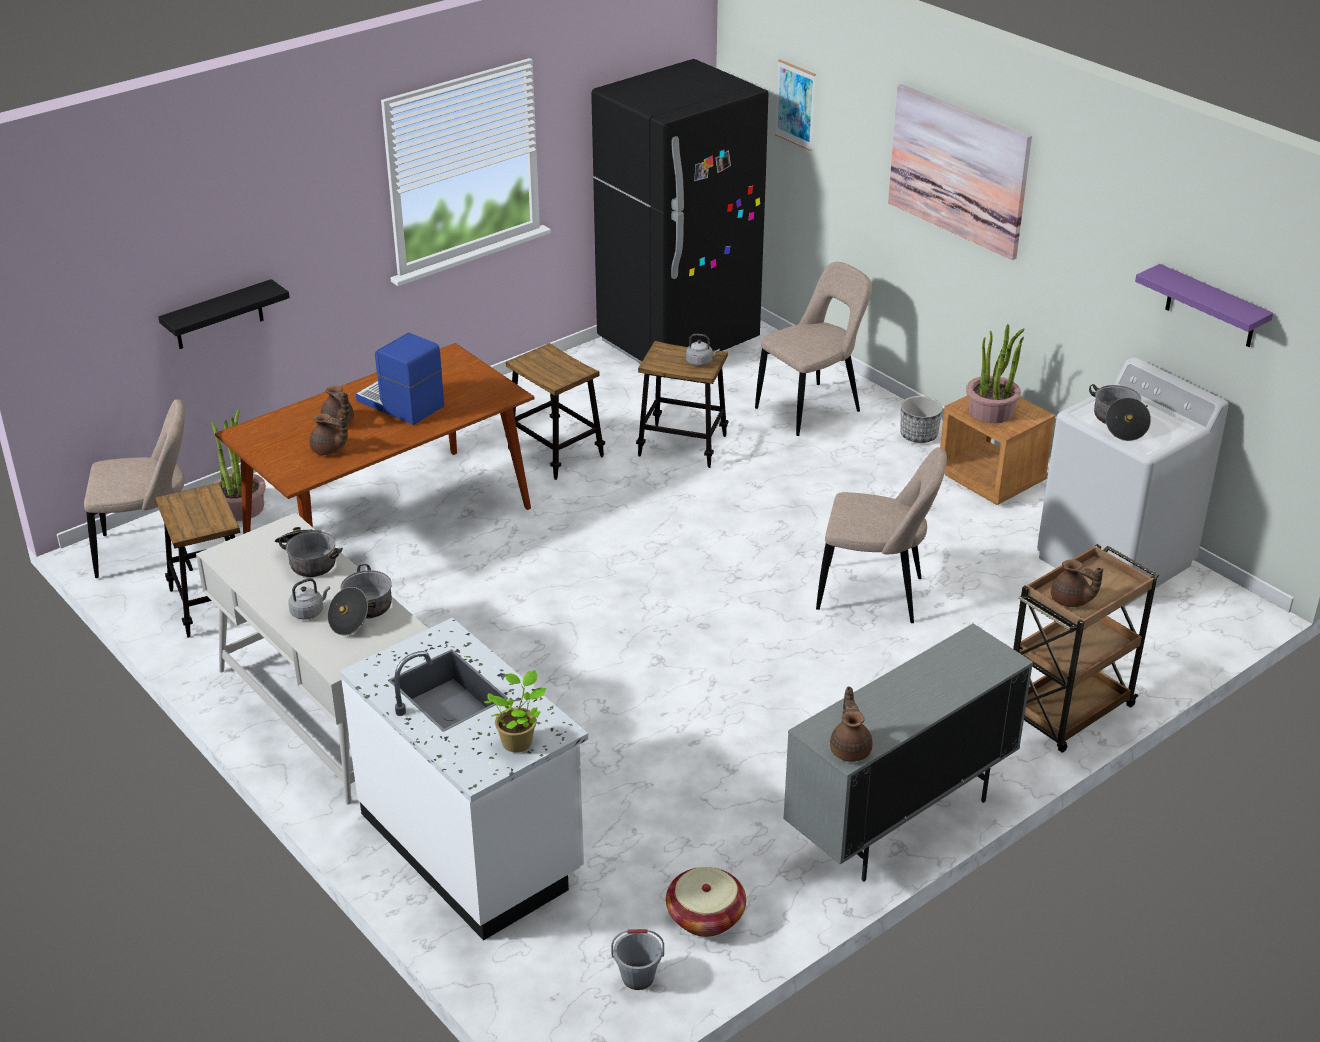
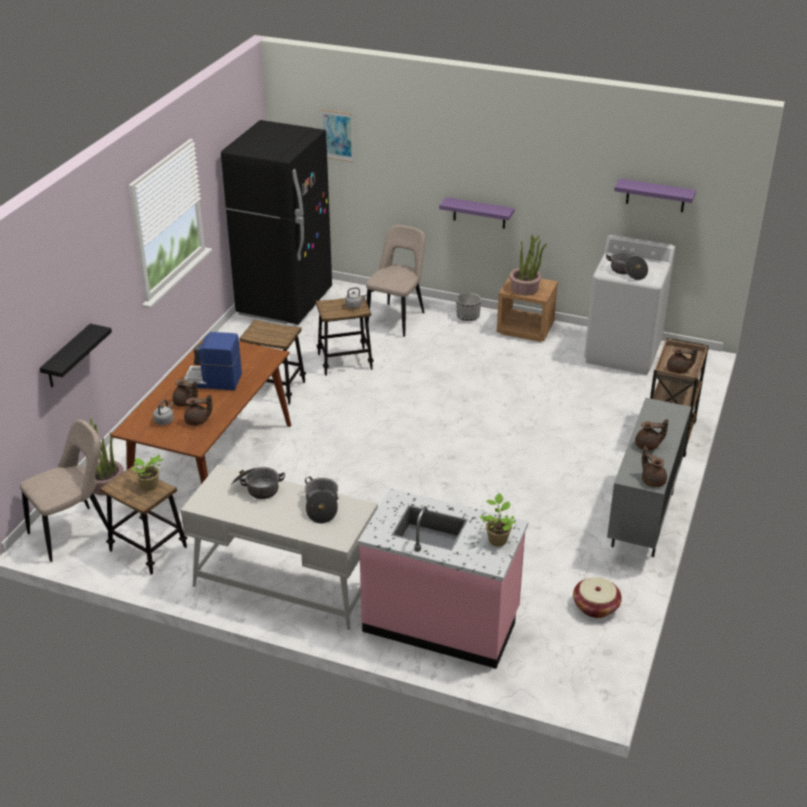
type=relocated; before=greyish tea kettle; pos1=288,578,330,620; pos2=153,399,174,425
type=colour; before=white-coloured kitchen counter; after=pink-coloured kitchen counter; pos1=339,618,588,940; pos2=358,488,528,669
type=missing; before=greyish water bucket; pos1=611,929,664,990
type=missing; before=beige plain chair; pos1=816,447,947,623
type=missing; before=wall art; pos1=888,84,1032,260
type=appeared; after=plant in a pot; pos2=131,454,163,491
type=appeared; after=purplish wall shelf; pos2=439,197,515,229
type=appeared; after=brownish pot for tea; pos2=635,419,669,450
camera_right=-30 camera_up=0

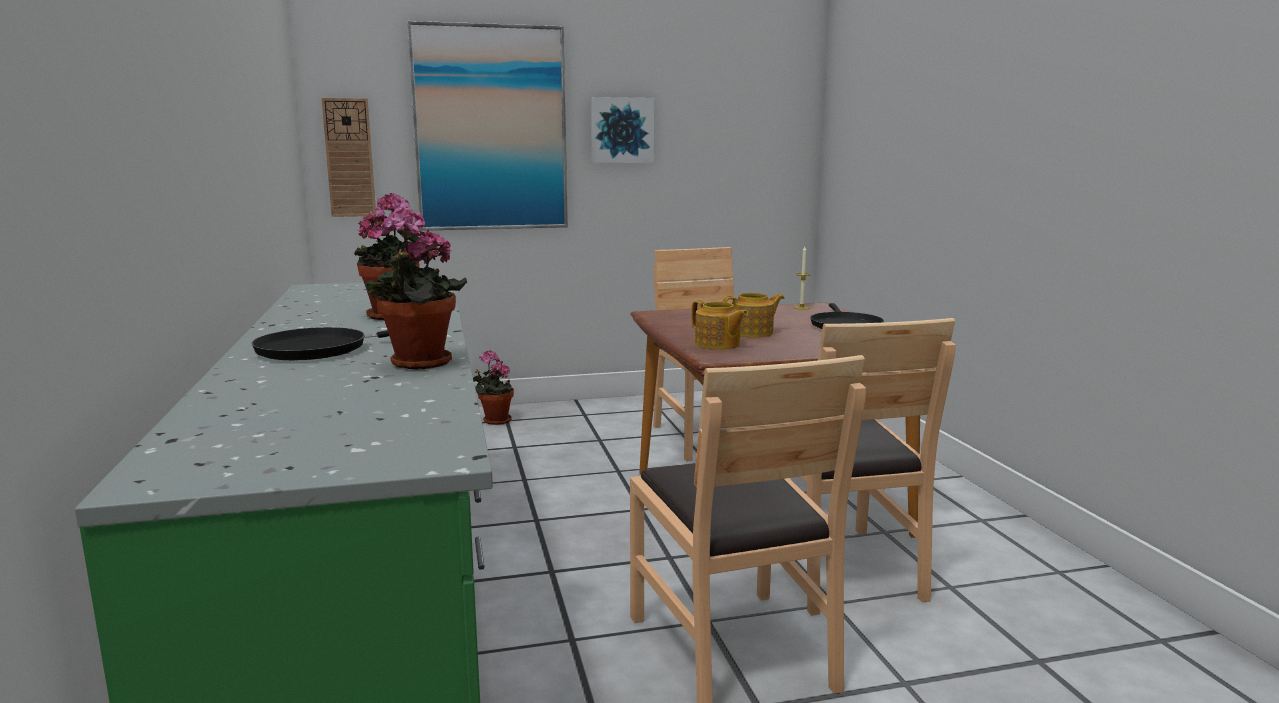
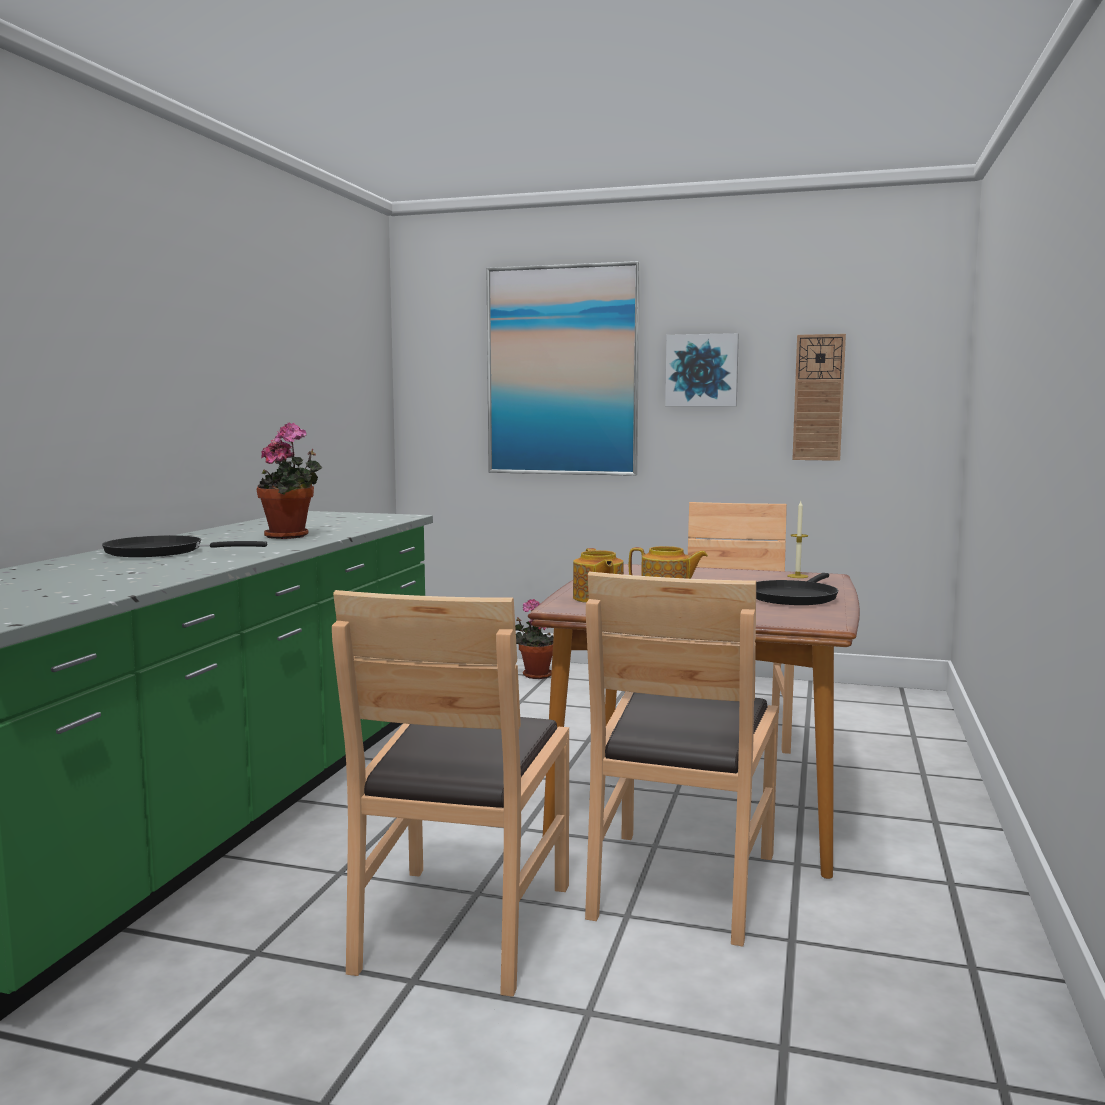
type=relocated; before=clock on the wall; pos1=321,98,376,217; pos2=792,334,846,461
type=missing; before=plant in a pot; pos1=365,207,467,370
camera_right=30 camera_up=-5

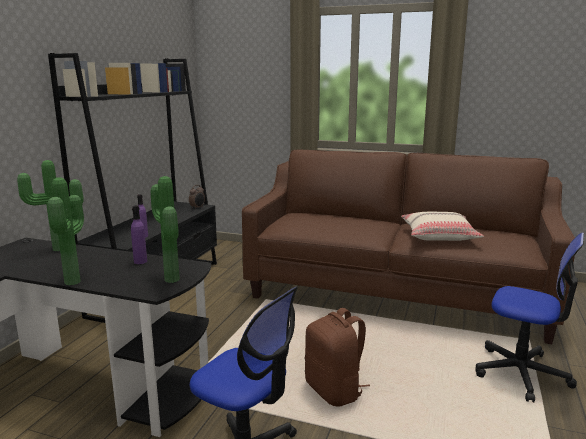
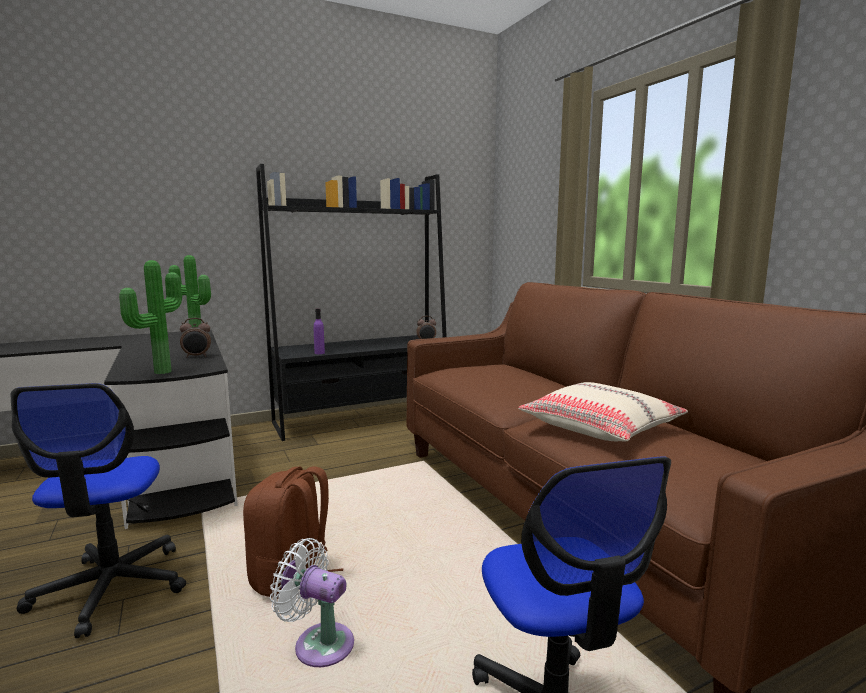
type=missing; before=plant in a pot; pos1=47,177,84,285
type=exchanged; before=purplish drink bottle; after=alarm clock; pos1=131,205,147,264; pos2=180,318,211,358
type=appeared; after=white-coloured cooling fan; pos2=270,538,354,667
camera_right=45 camera_up=-5

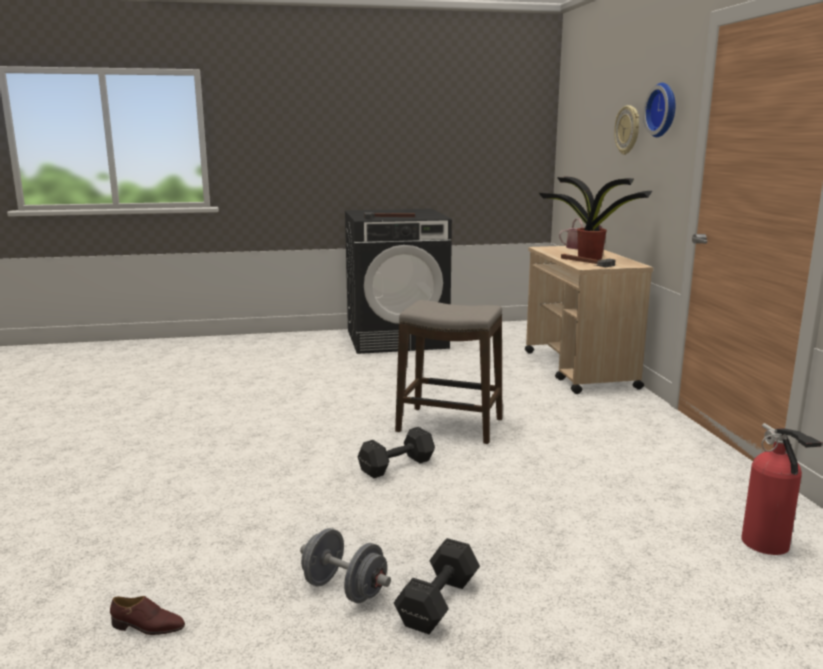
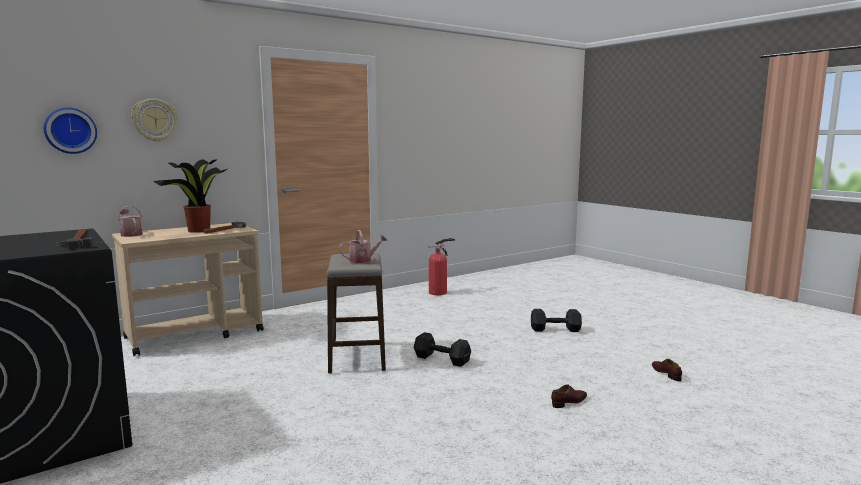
type=missing; before=greyish hand weight; pos1=300,528,391,603
type=relocated; before=clock on the wall; pos1=643,83,676,137; pos2=44,108,97,154
type=appeared; after=watering pot; pos2=339,230,388,263
type=appeared; after=brownish shoe; pos2=551,384,587,408
camera_right=-115 camera_up=-5

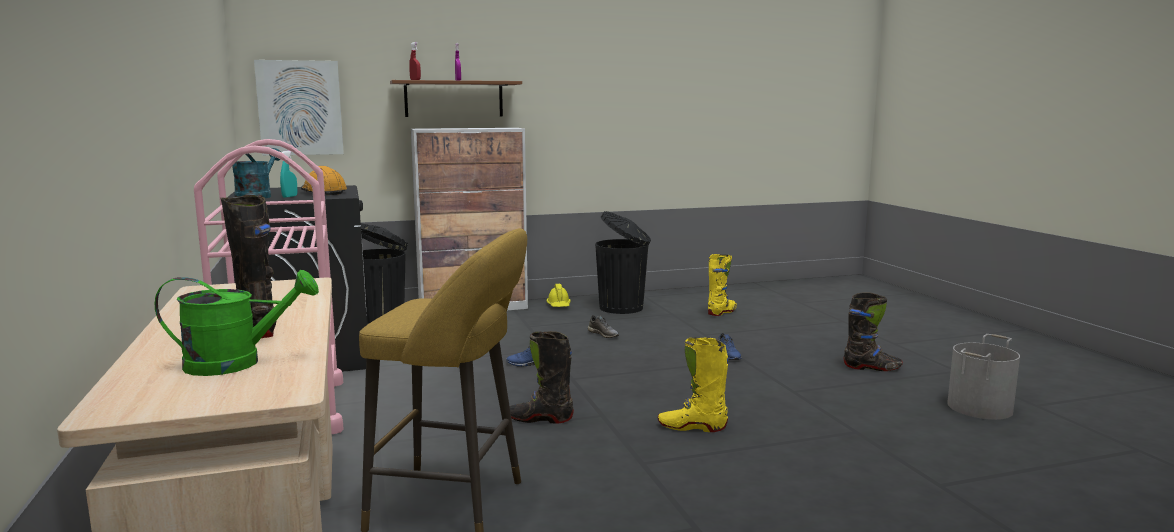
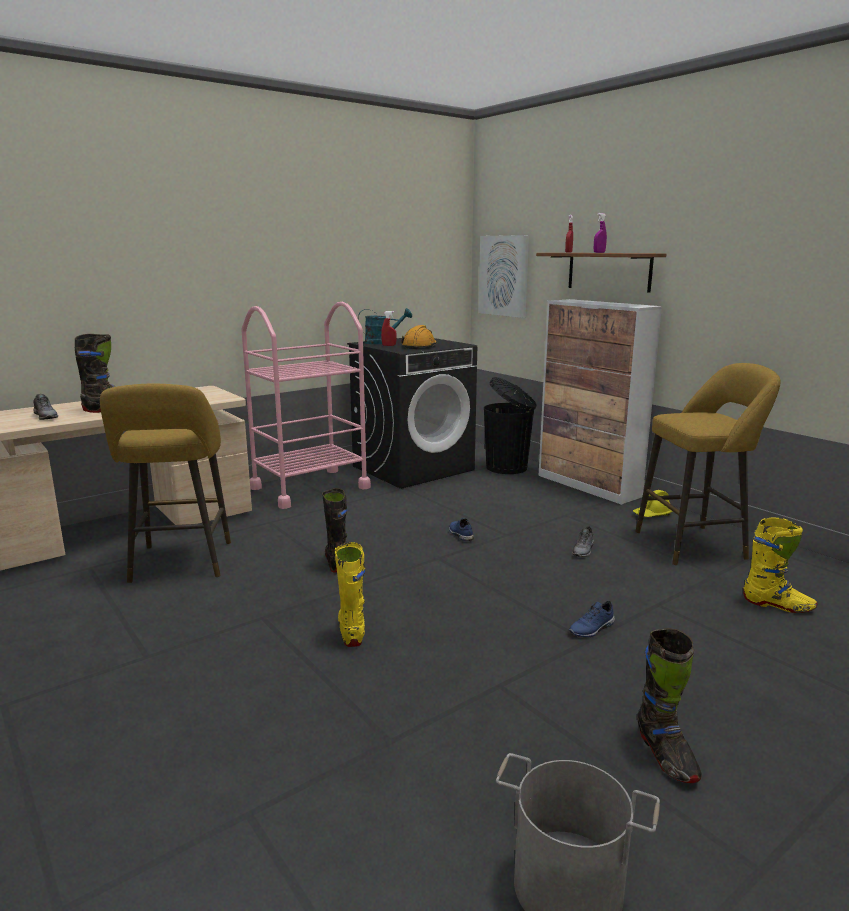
type=exchanged; before=greenish watering pot; after=greyish shoe; pos1=155,270,319,376; pos2=33,394,58,420
type=colour; before=blue-green sprayer; after=red sprayer; pos1=280,150,297,198; pos2=381,311,397,346
type=exchanged; before=blackish waste bin; after=yellowish sitting stool; pos1=595,211,651,314; pos2=635,363,781,565
camera_right=70 camera_up=5

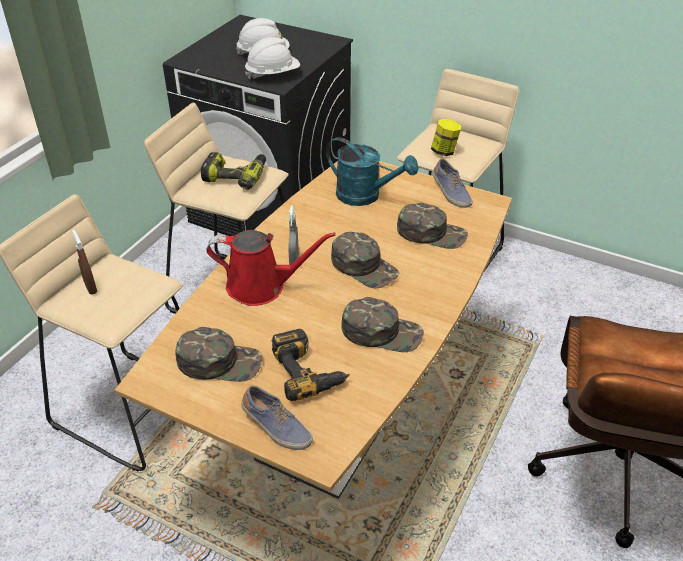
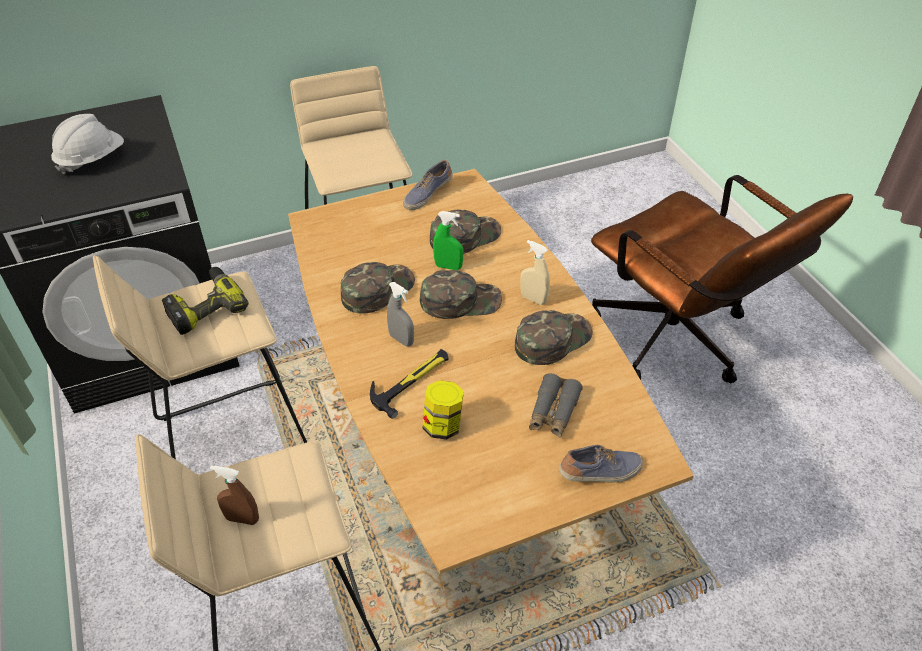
type=relocated; before=greenish cap; pos1=176,327,263,382; pos2=341,262,415,313
type=exchanged; before=red watering pot; after=hand hammer; pos1=206,230,336,306; pos2=370,349,448,419
type=missing; before=white-coloured hard hat; pos1=245,37,300,80
type=exchanged; before=electric drill; after=greyish pair of binoculars; pos1=271,329,350,401; pos2=529,373,583,438
type=missing; before=blue-green watering pot; pos1=326,137,418,206
type=relocated; before=preserve jar; pos1=431,119,461,156; pos2=422,380,464,440
type=spun; before=shoe; pos1=433,158,473,208; pos2=403,160,453,210; turn=120
type=appeared; after=greenish sprayer; pos2=433,211,464,270
type=appeared; after=beige sprayer; pos2=520,240,550,305
camera_right=-50 camera_up=5

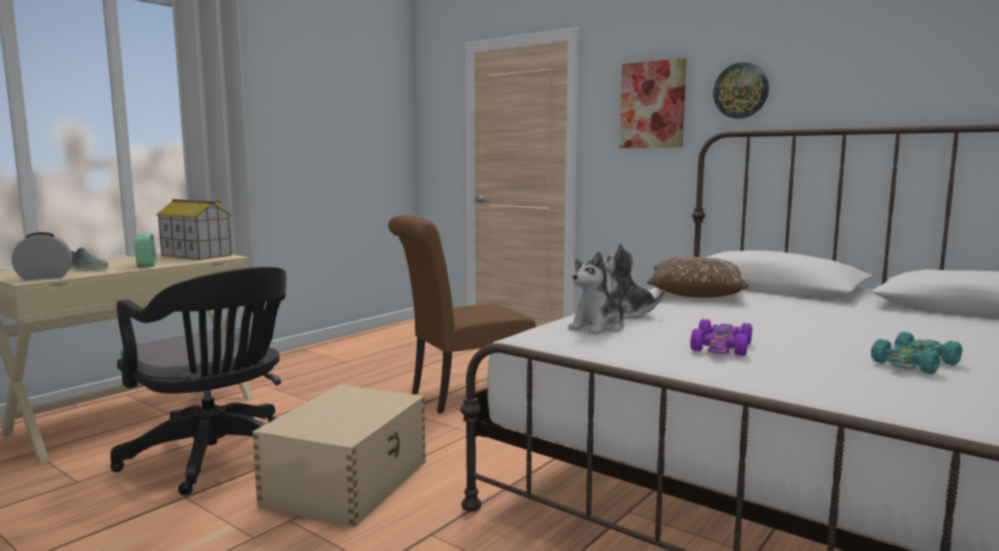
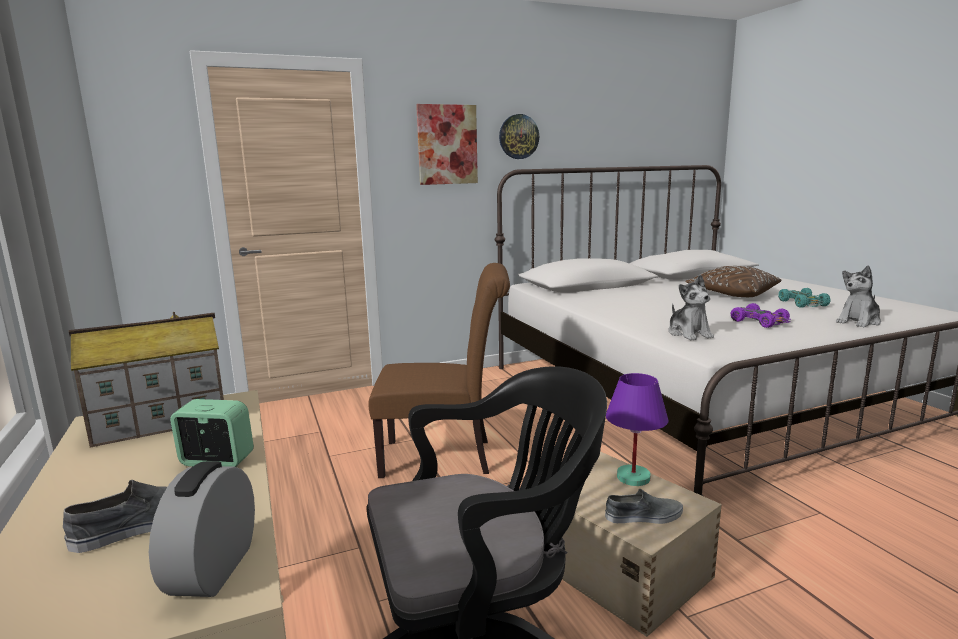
type=spun; before=brownish plain chair; pos1=388,215,536,414; pos2=369,263,510,478; turn=-90
type=relocated; before=soft toy; pos1=603,243,665,319; pos2=836,265,881,328
type=relocated; before=brownish pillow; pos1=647,257,749,298; pos2=685,266,781,297
type=appeared; after=greyish shoe; pos2=605,489,683,524
type=appeared; after=purplish lamp for a table; pos2=606,373,669,486
camera_right=-60 camera_up=5

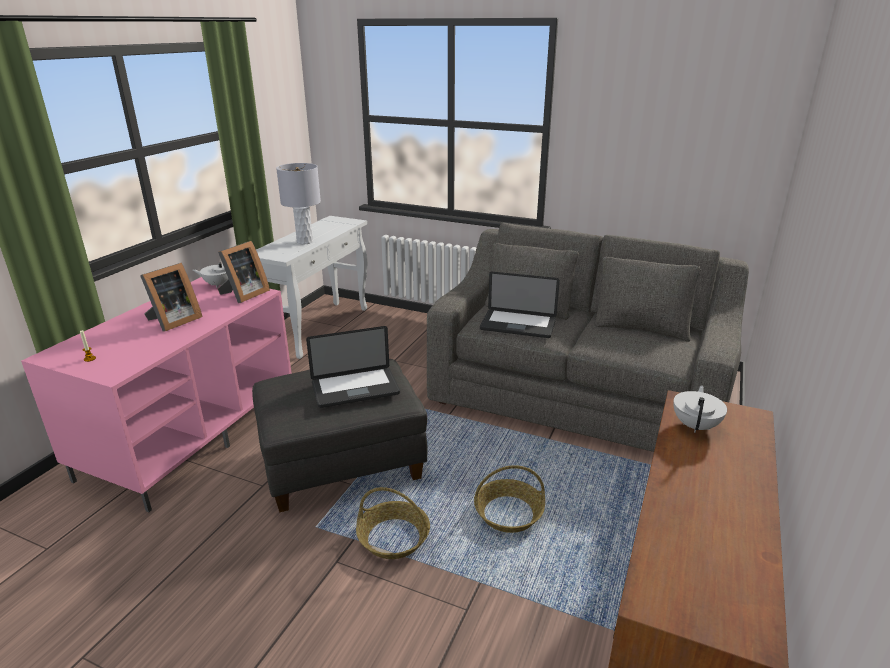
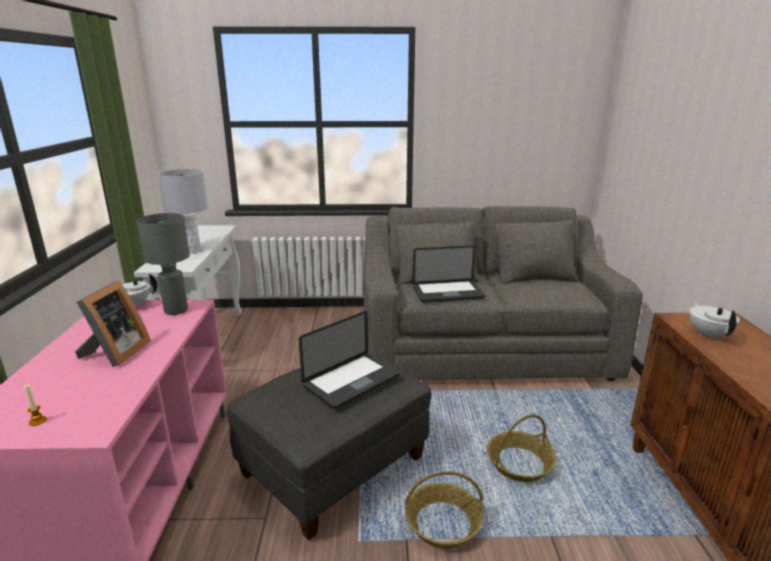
type=exchanged; before=standing frame; after=greyish lamp for a table; pos1=217,241,270,303; pos2=137,213,190,315
camera_right=-25 camera_up=-5

